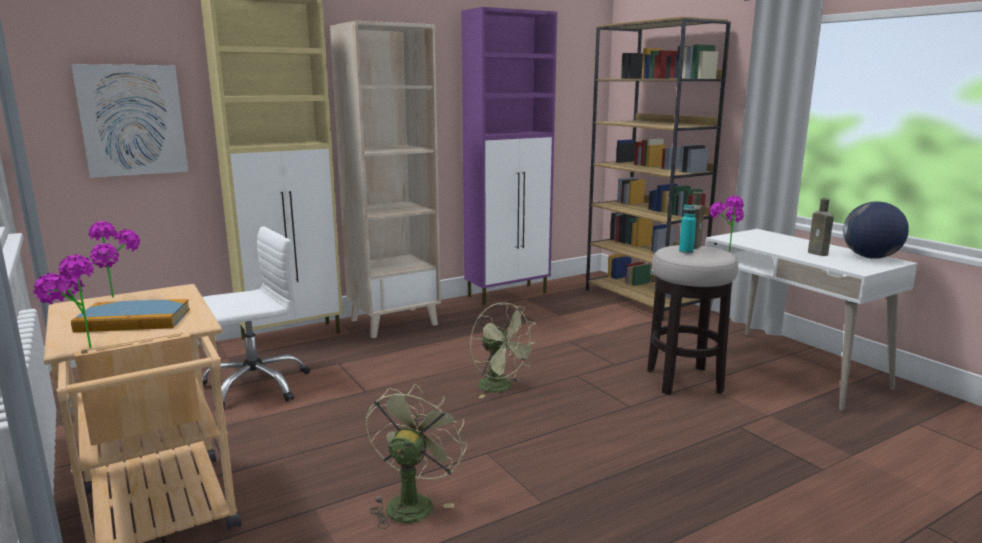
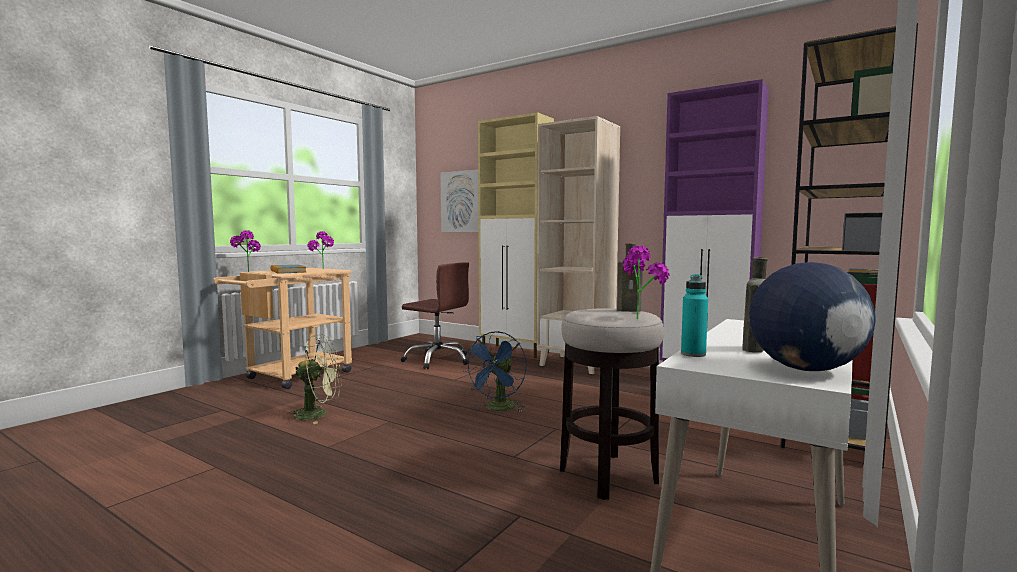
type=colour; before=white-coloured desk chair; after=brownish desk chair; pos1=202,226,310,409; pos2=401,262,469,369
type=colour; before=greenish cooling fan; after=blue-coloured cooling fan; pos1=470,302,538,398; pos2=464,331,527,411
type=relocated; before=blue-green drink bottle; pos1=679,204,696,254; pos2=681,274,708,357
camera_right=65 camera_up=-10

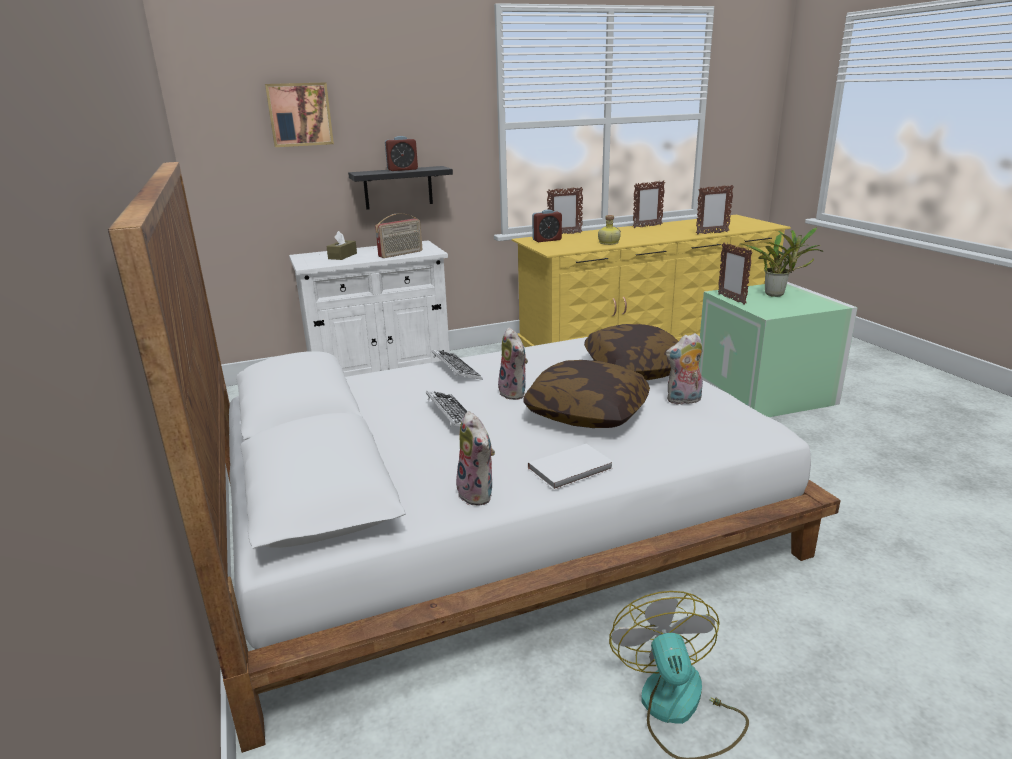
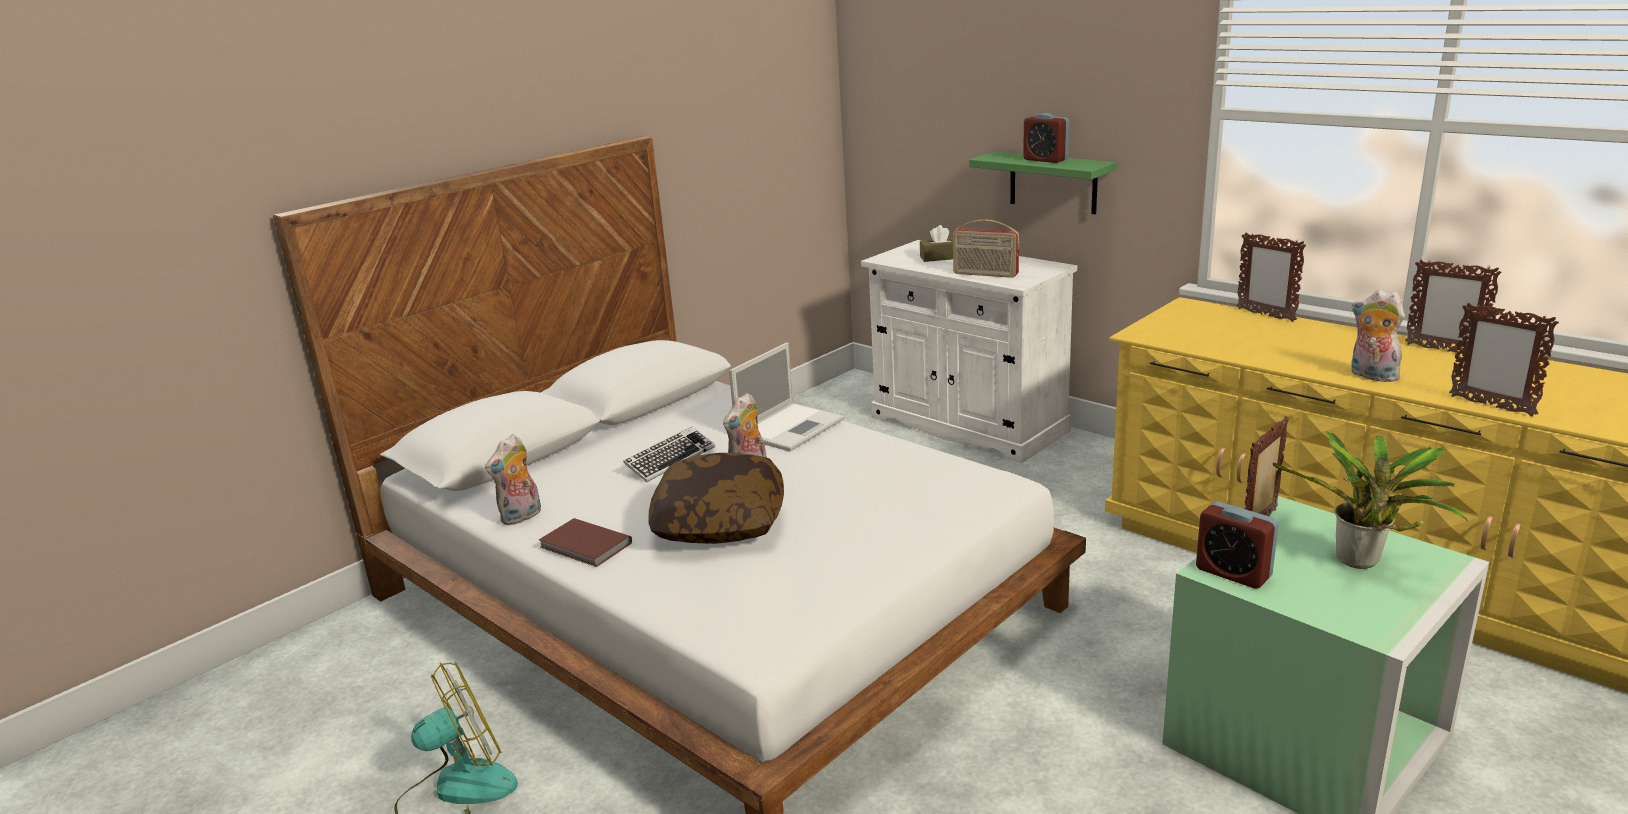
type=missing; before=wall art; pos1=265,82,334,147
type=colour; before=blackish wall shelf; after=greenish wall shelf; pos1=348,166,453,210; pos2=969,151,1117,214
type=exchanged; before=PC keyboard; after=portable computer; pos1=431,350,482,380; pos2=729,342,845,452
type=colour; before=white-coloured volume; after=brownish volume; pos1=528,444,613,490; pos2=539,518,632,567
type=relocated; before=alarm clock; pos1=532,209,562,242; pos2=1196,501,1279,588
type=missing; before=pillow; pos1=584,324,679,380
type=missing; before=drink bottle; pos1=598,215,621,245
type=relocated; before=soft toy; pos1=666,333,703,405; pos2=1351,290,1405,382
camera_right=65 camera_up=0

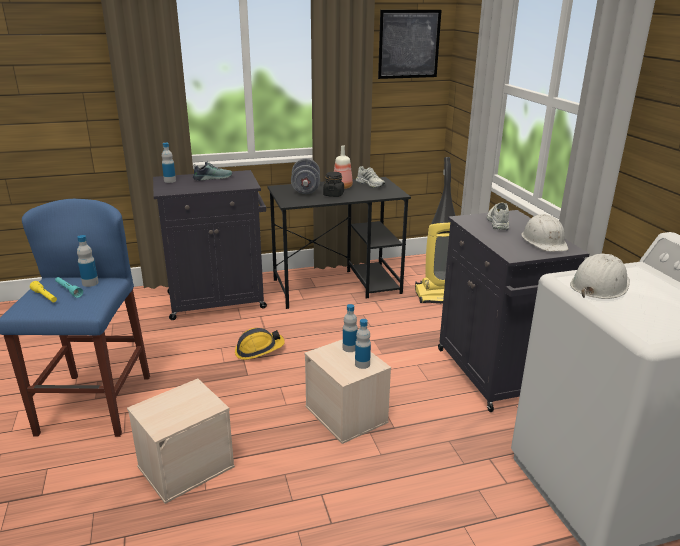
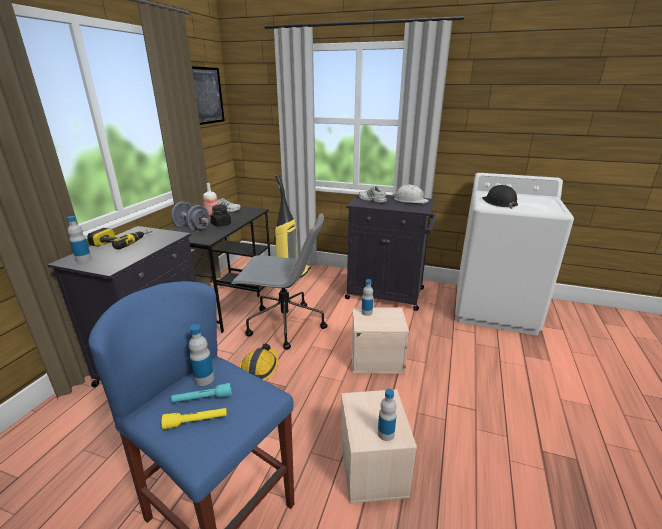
type=exchanged; before=shoe; after=electric drill; pos1=193,161,232,181; pos2=87,228,152,250
type=relocated; before=drink bottle; pos1=355,319,371,369; pos2=378,389,397,441
type=colour; before=white-coloured hard hat; after=blackish hard hat; pos1=570,253,630,299; pos2=482,185,518,209
type=appeared; after=greyish desk chair; pos2=231,213,327,350
camera_right=-55 camera_up=0

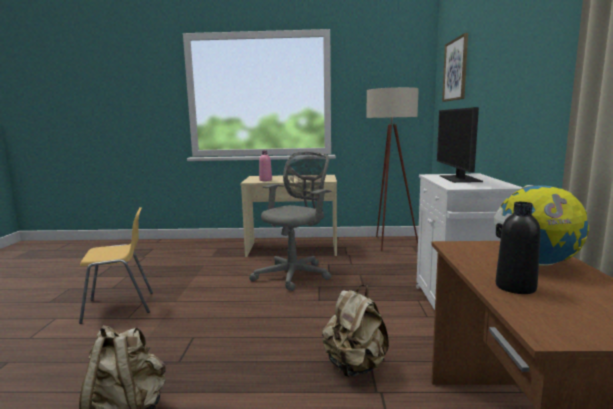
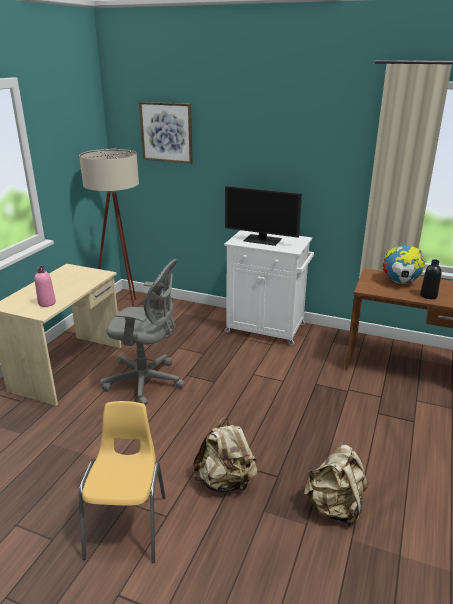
type=spun; before=greyish desk chair; pos1=249,151,332,291; pos2=100,259,185,404; turn=135
type=relocated; before=beige knapsack; pos1=322,285,389,377; pos2=193,417,258,493
camera_right=-70 camera_up=15

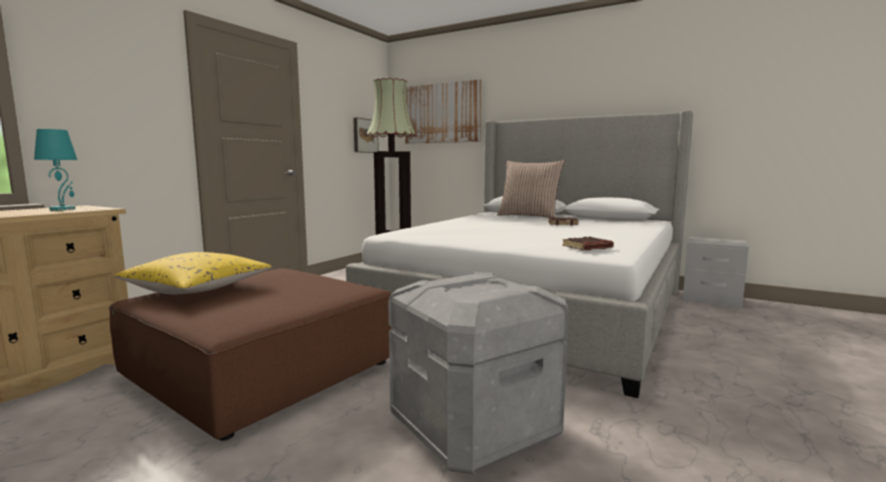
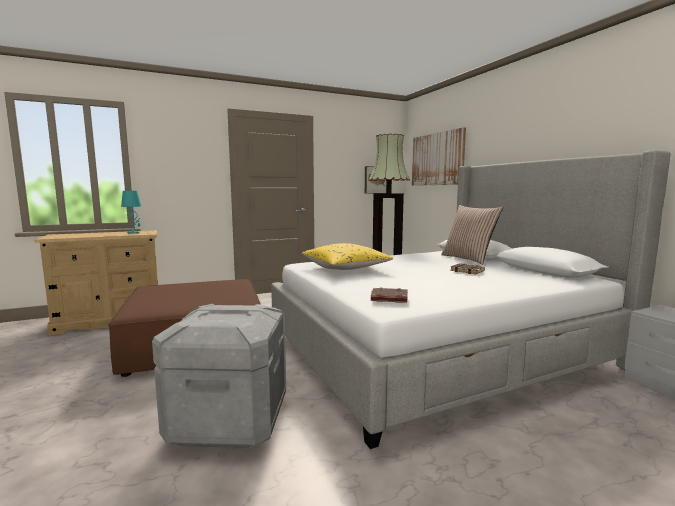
type=relocated; before=yellowish pillow; pos1=114,252,272,294; pos2=301,243,393,270
camera_right=35 camera_up=0

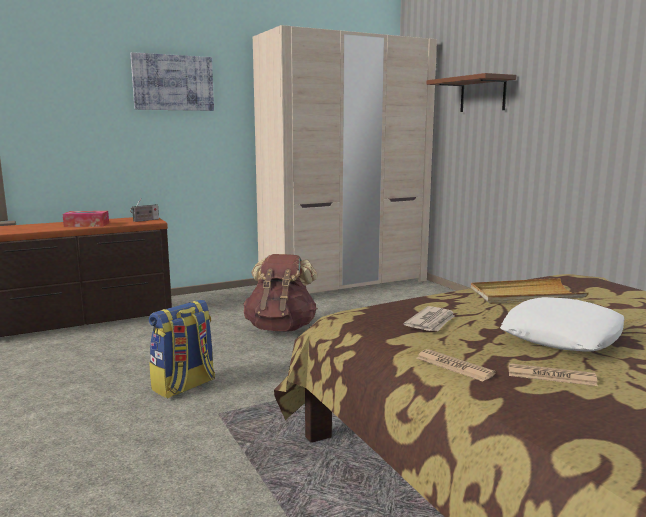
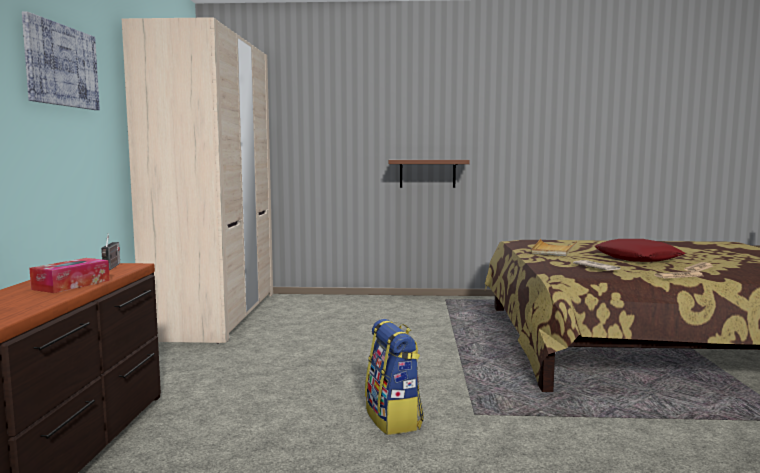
type=missing; before=brownish knapsack; pos1=244,254,318,331
type=relocated; before=brownish wall shelf; pos1=427,73,516,112; pos2=389,160,470,188
type=colour; before=white-coloured pillow; after=red pillow; pos1=500,297,625,352; pos2=594,239,686,262
camera_right=-60 camera_up=-5

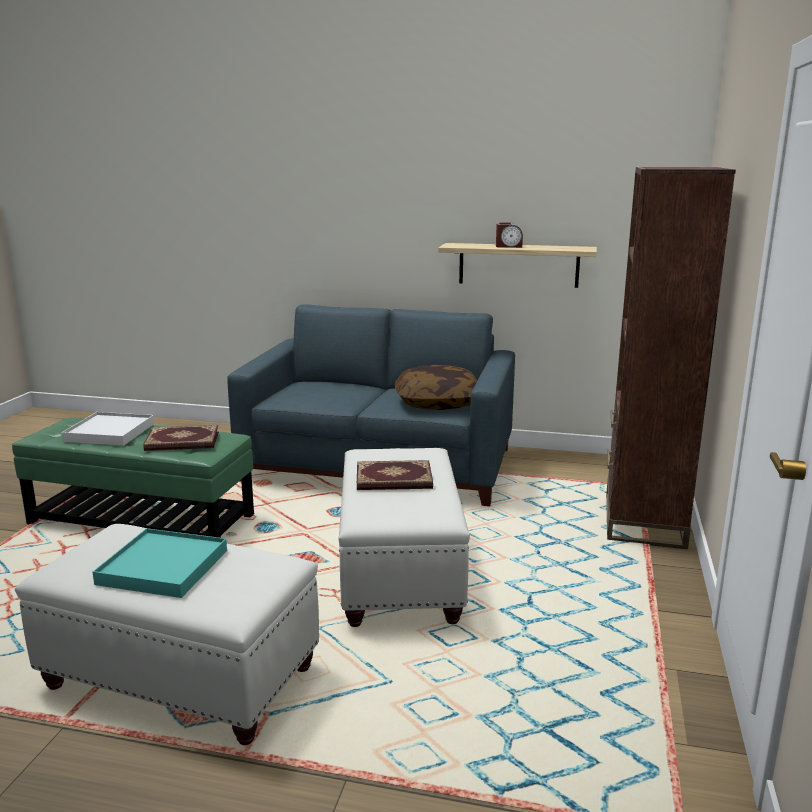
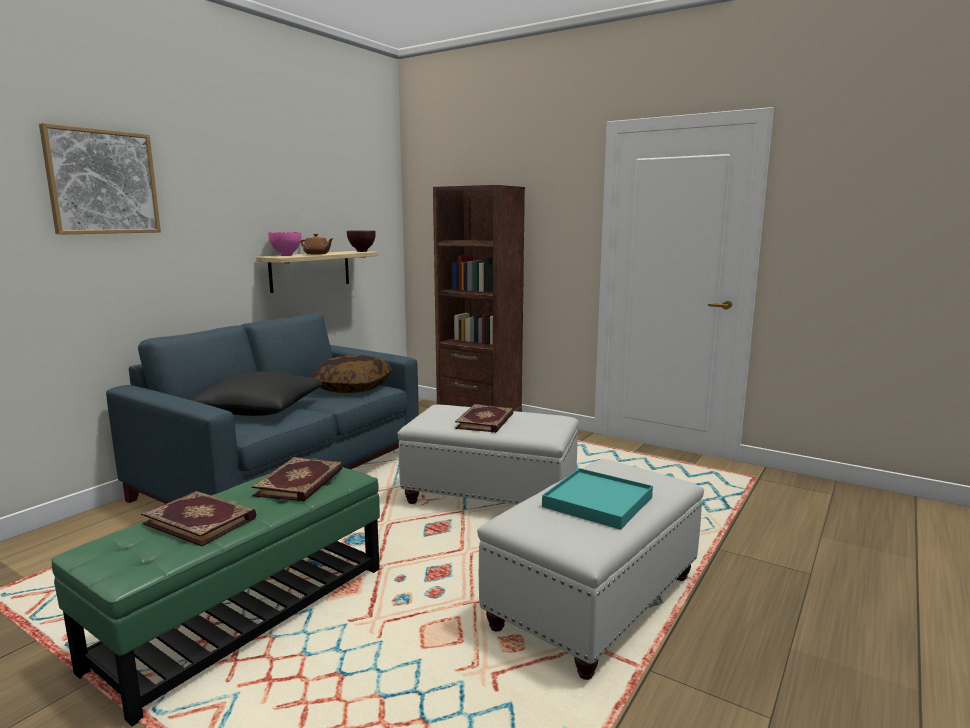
type=exchanged; before=white-coloured serving tray; after=volume; pos1=62,412,154,446; pos2=141,491,256,547
type=exchanged; before=alarm clock; after=brownish pot for tea; pos1=496,222,523,248; pos2=300,234,334,254
type=appeared; after=wall art; pos2=39,123,161,235
type=appeared; after=blackish pillow; pos2=192,371,323,416
type=appeared; after=pink-coloured serving bowl; pos2=268,232,301,256
type=appeared; after=brownish serving bowl; pos2=347,230,376,252
camera_right=-70 camera_up=-5

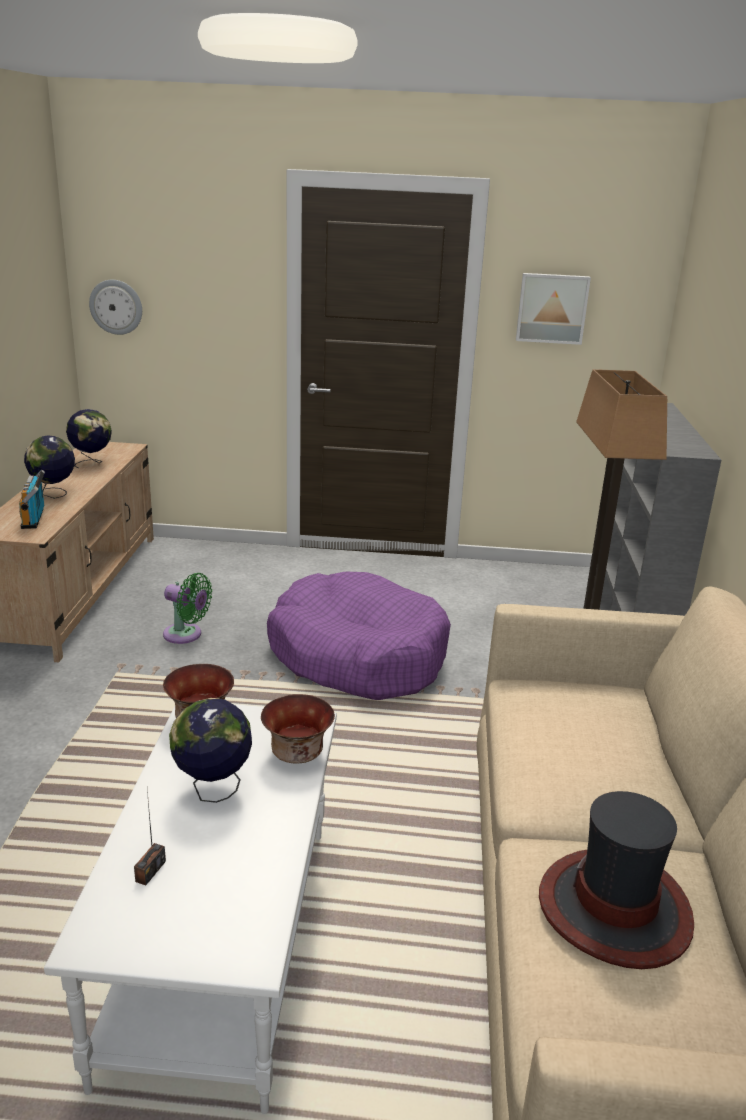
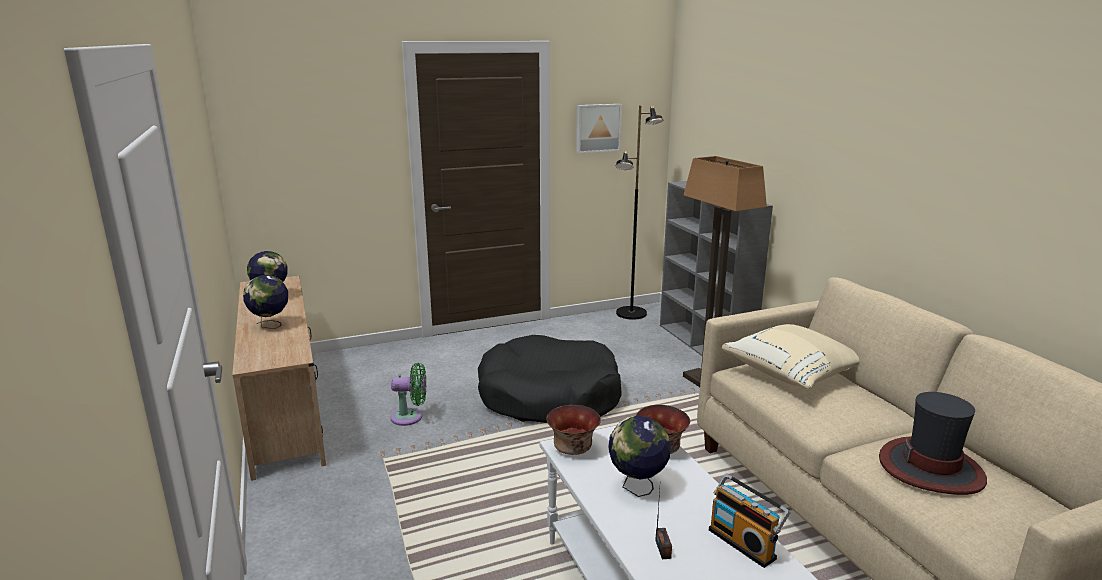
type=relocated; before=radio set; pos1=19,469,45,529; pos2=709,473,790,568
type=missing; before=clock on the wall; pos1=89,280,142,335
type=colour; before=purplish dog bed; after=blackish dog bed; pos1=267,572,451,700; pos2=478,335,622,423
type=appeared; after=blackish floor lamp; pos2=616,105,664,320
type=appeared; after=beige pillow; pos2=722,324,860,389
camera_right=-25 camera_up=-5

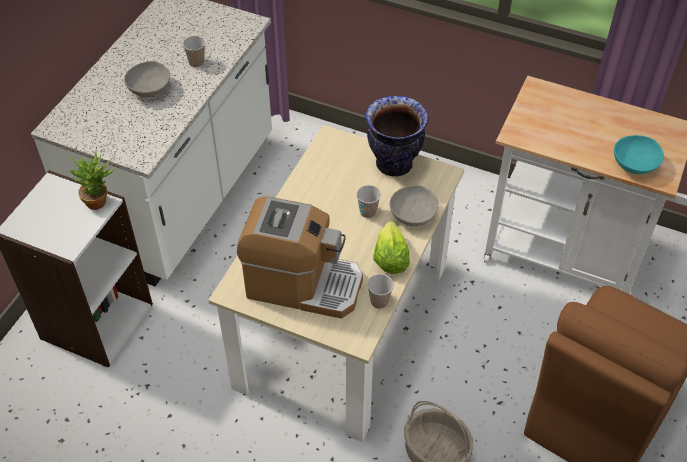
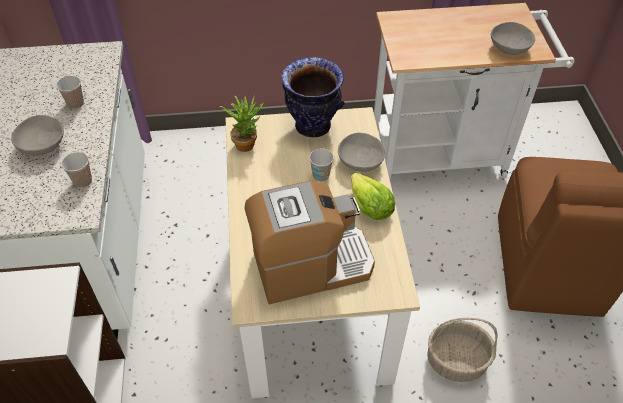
type=relocated; before=plant in a pot; pos1=68,151,115,210; pos2=220,95,264,152
type=relocated; before=small cup; pos1=367,274,394,309; pos2=61,152,92,188
type=colour; before=blue-green serving bowl; after=greyish serving bowl; pos1=614,135,664,174; pos2=491,22,535,55
camera_right=-30 camera_up=0

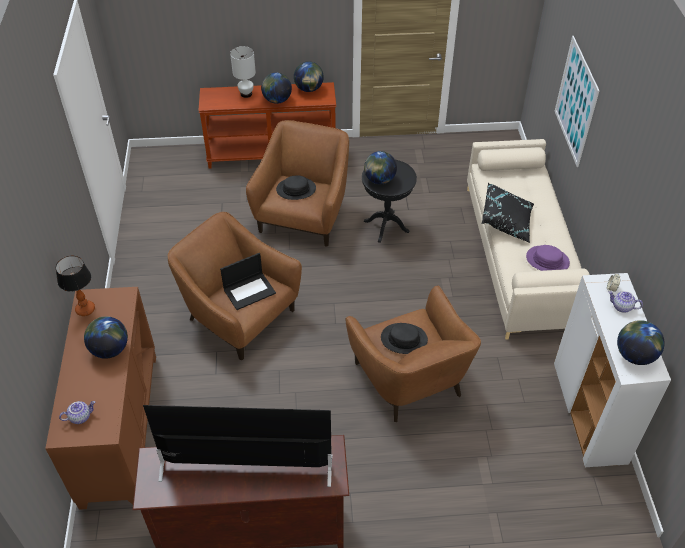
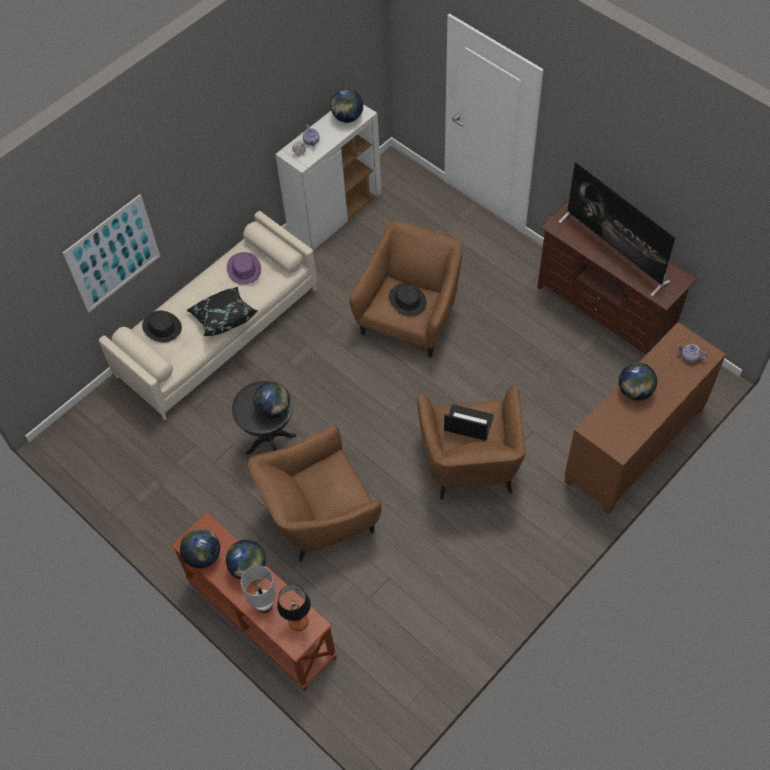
type=relocated; before=lamp for a table; pos1=55,256,95,316; pos2=277,584,311,631
type=relocated; before=blackish hat; pos1=276,175,316,200; pos2=142,311,182,343
camera_right=-130 camera_up=10

